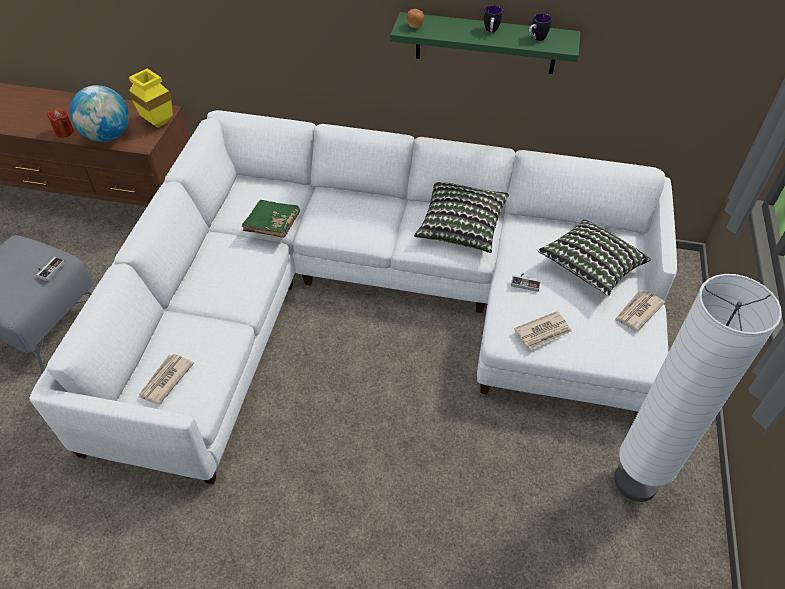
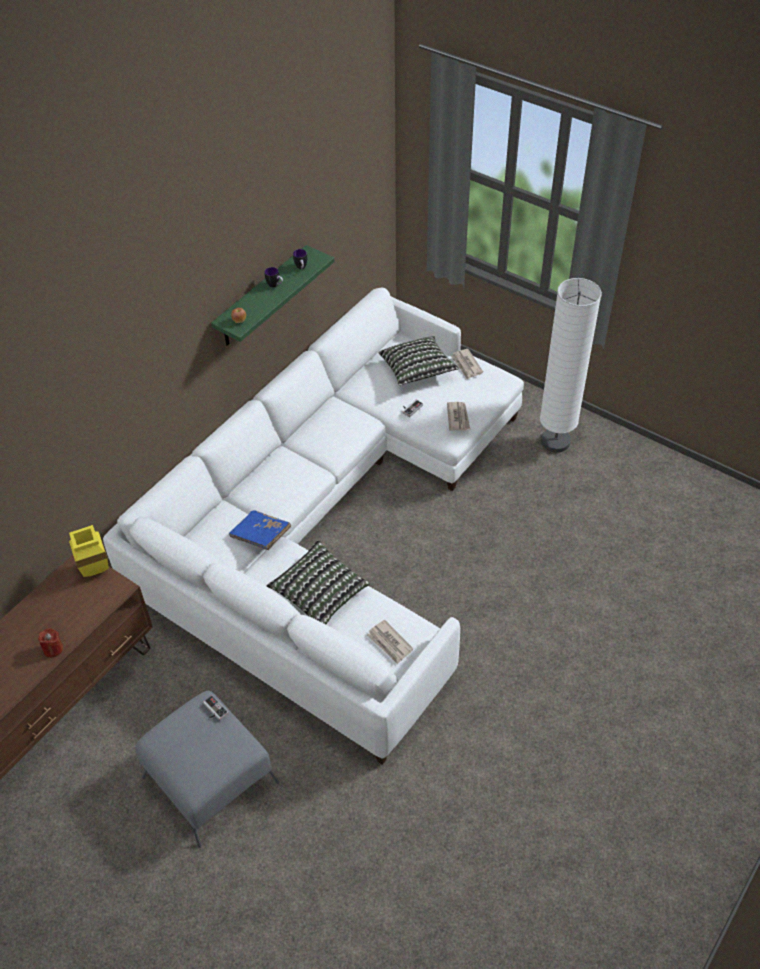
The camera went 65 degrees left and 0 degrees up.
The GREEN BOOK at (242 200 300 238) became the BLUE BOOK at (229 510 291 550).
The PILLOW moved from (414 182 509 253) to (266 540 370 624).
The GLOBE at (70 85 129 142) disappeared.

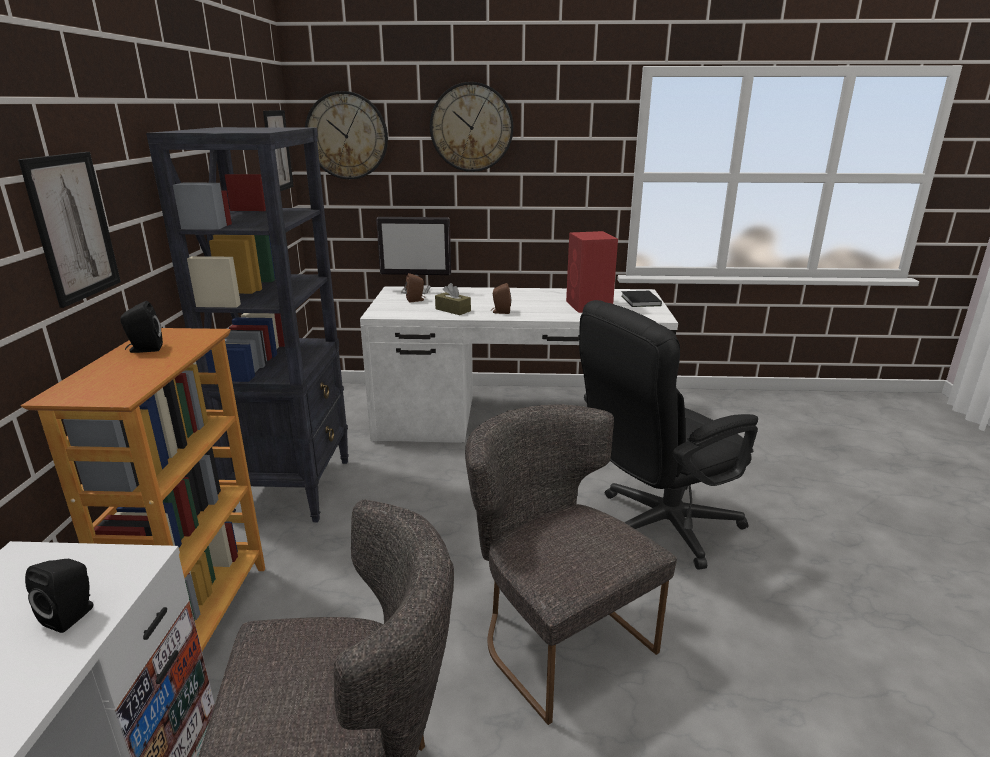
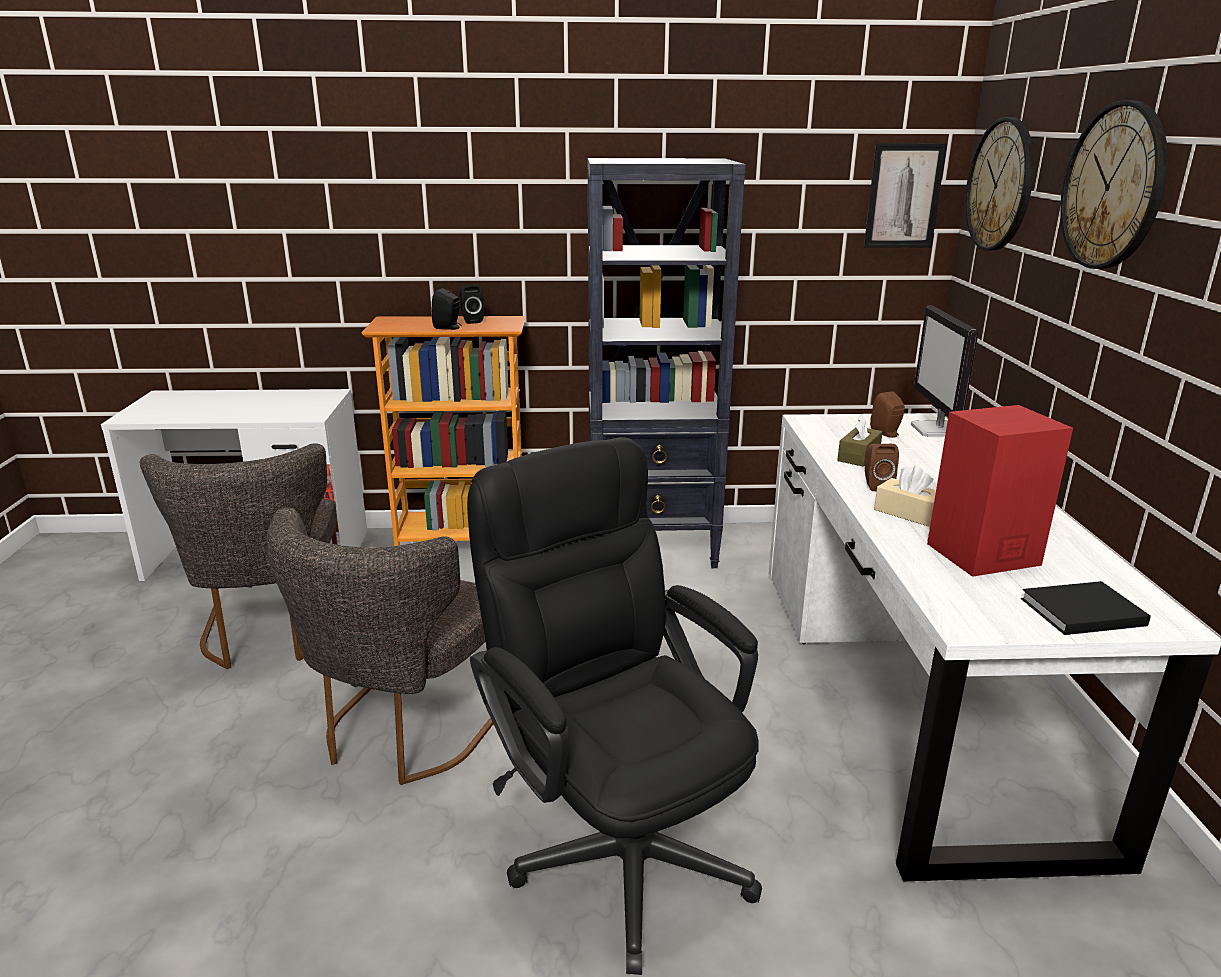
The camera went 85 degrees right and 0 degrees up.
The GREY CHAIR at (465 405 677 725) turned 150 degrees clockwise.
The BLACK SPEAKER moved from (25 559 93 633) to (431 288 462 330).
The BEIGE TISSUE BOX at (874 466 936 527) appeared.
The PICTURE at (18 152 121 308) disappeared.

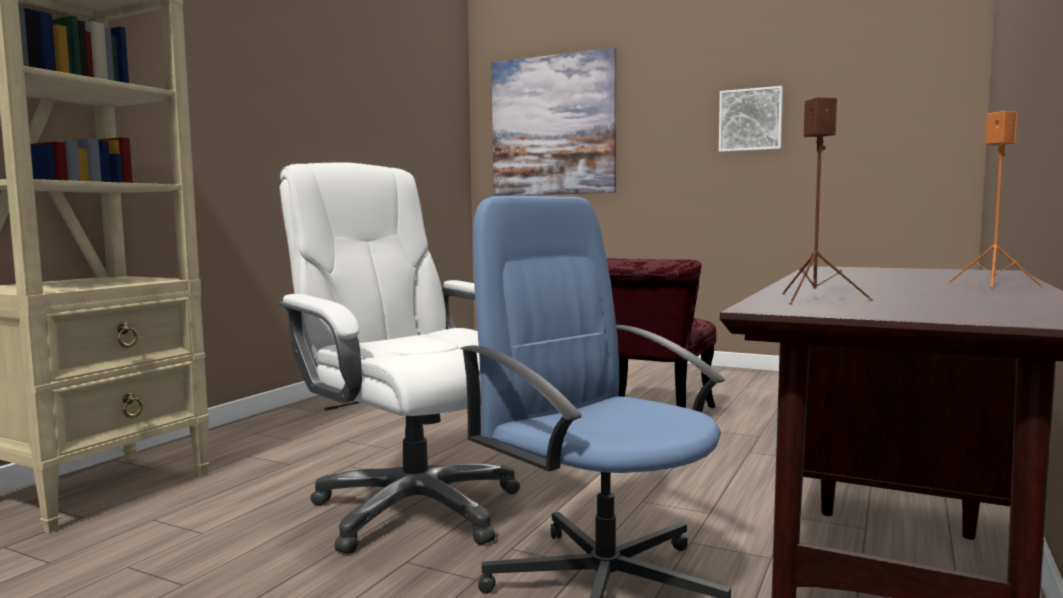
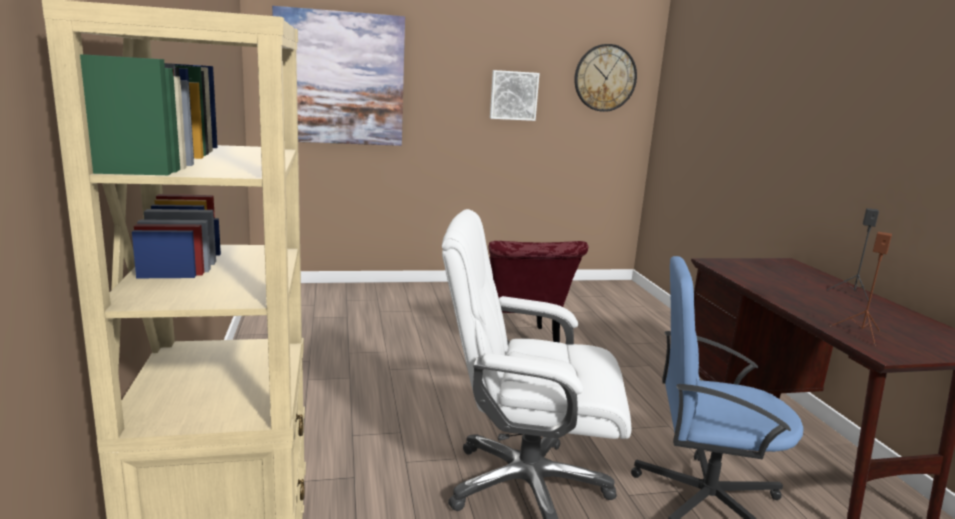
The camera went 40 degrees left and 10 degrees up.
The WALL CLOCK at (574 44 637 112) appeared.
The ORANGE SPEAKER at (948 111 1042 291) became the BLACK SPEAKER at (827 208 879 301).

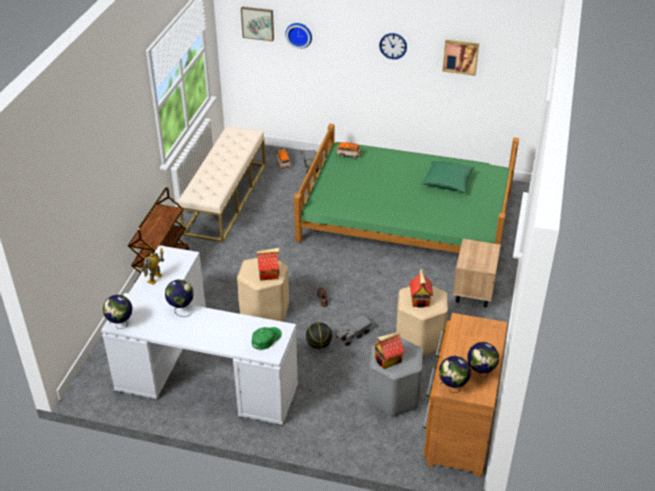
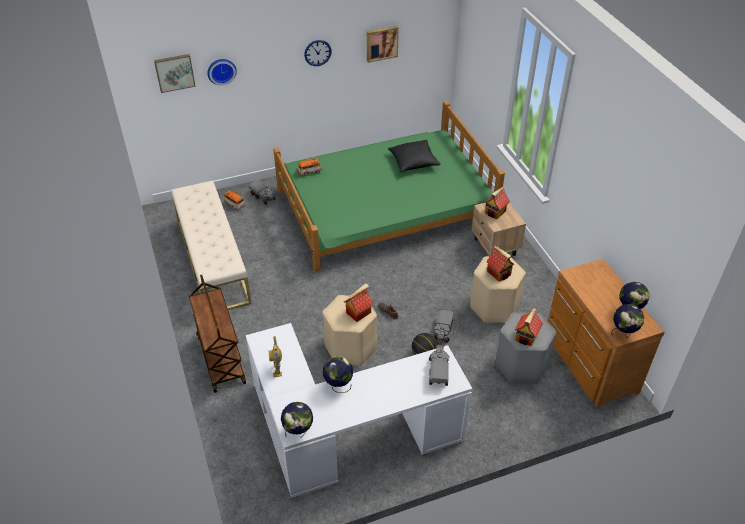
The camera went 35 degrees left and 5 degrees up.
The GREEN PILLOW at (422 161 475 193) became the BLACK PILLOW at (388 140 441 172).
The GREEN CAP at (252 327 282 350) was replaced by the TOY TRUCK at (429 345 449 386).
The TOY HOUSE at (484 186 510 219) appeared.

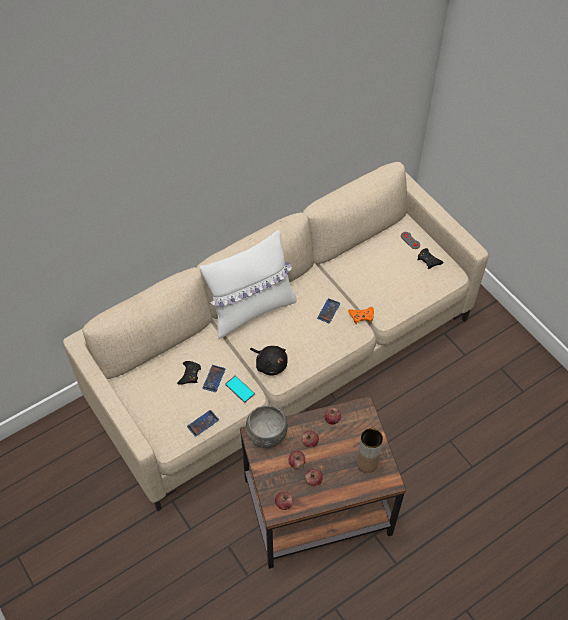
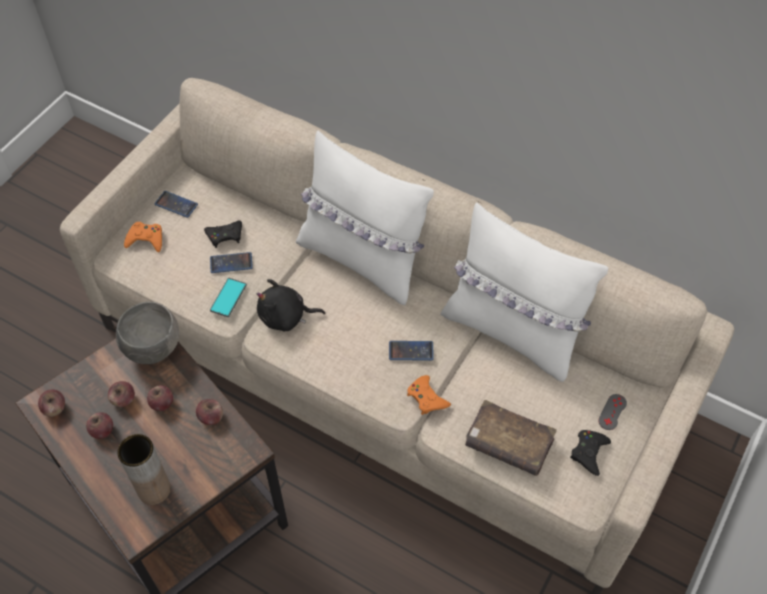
The camera went 65 degrees right and 0 degrees up.
The ORANGE GAME CONTROLLER at (124 222 162 252) appeared.
The PHONE moved from (187 410 219 437) to (154 191 198 218).
The BLACK PLUSH TOY at (250 346 288 376) turned 75 degrees clockwise.
The WHITE PILLOW at (441 203 608 382) appeared.
The BROWN BOOK at (465 400 557 476) appeared.

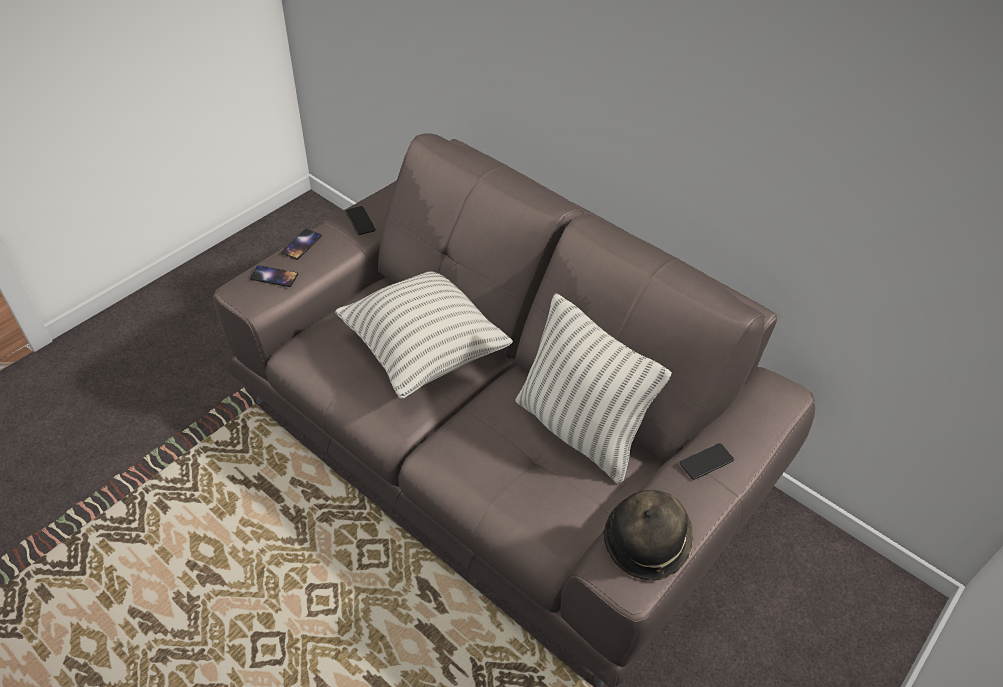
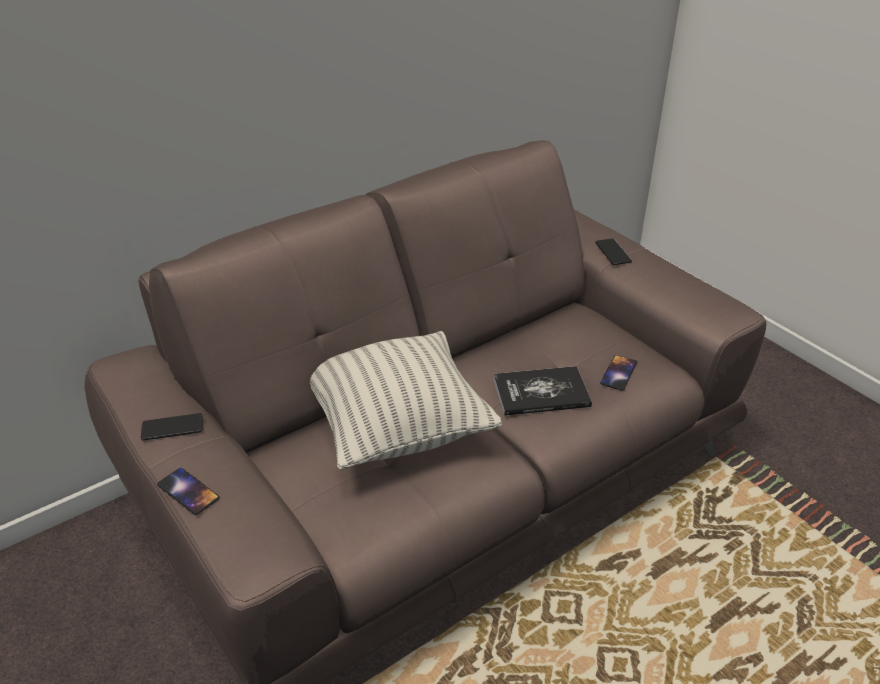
The camera went 75 degrees left and 10 degrees down.
The BOOK at (493 366 592 416) appeared.
The PHONE moved from (250 265 298 287) to (600 355 637 391).
The PILLOW at (515 293 672 484) disappeared.
The HAT at (604 490 693 581) disappeared.

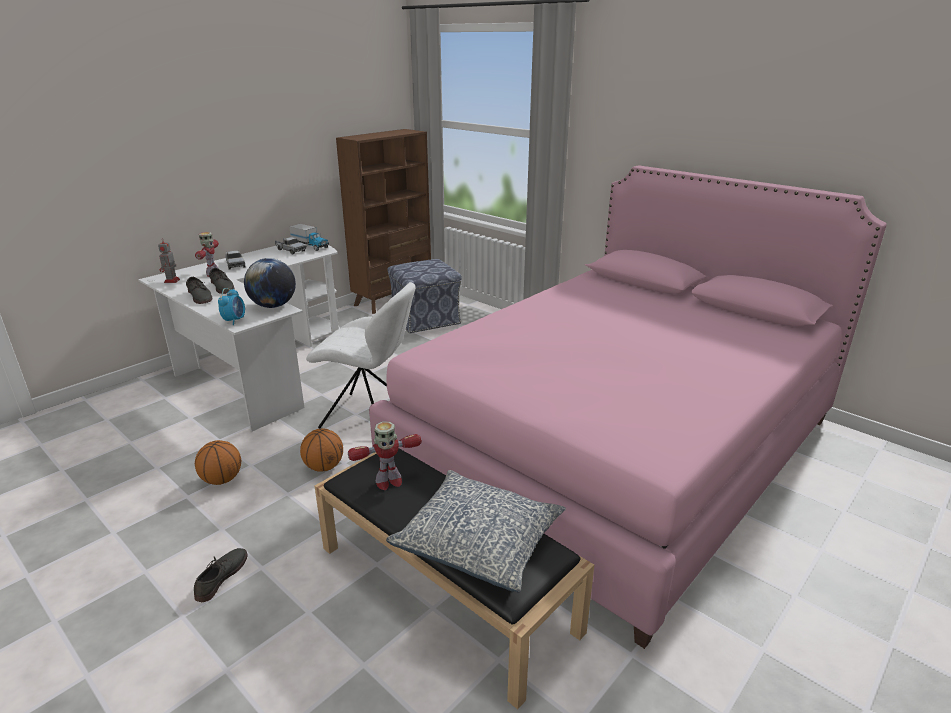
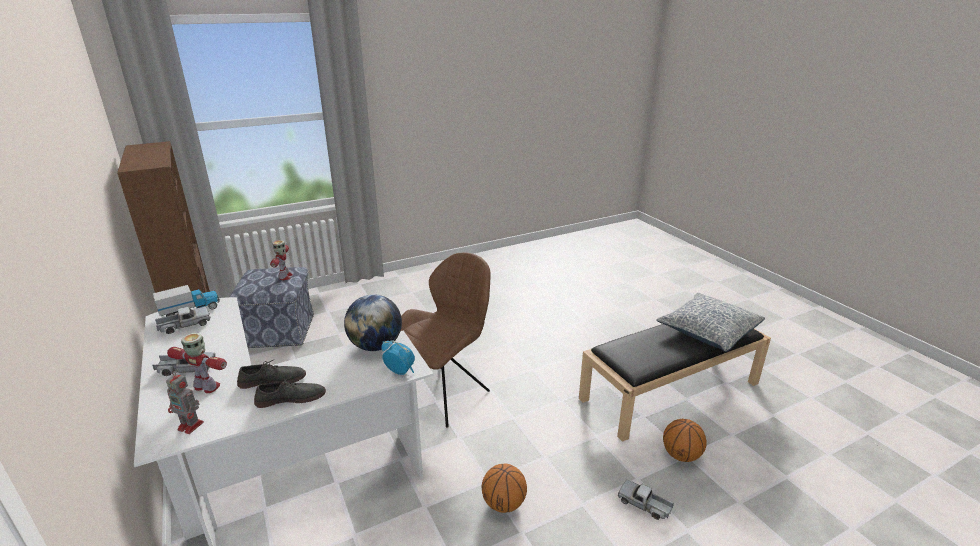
The camera went 70 degrees left and 0 degrees up.
The TOY ROBOT moved from (348 422 422 490) to (270 240 293 280).
The WHITE CHAIR at (306 282 416 429) became the BROWN CHAIR at (401 253 491 427).
The GREY SHOE at (194 548 248 602) was replaced by the TOY TRUCK at (618 480 674 520).
The BASKETBALL moved from (300 428 343 472) to (663 419 707 462).
The PINK BED at (369 166 887 649) disappeared.

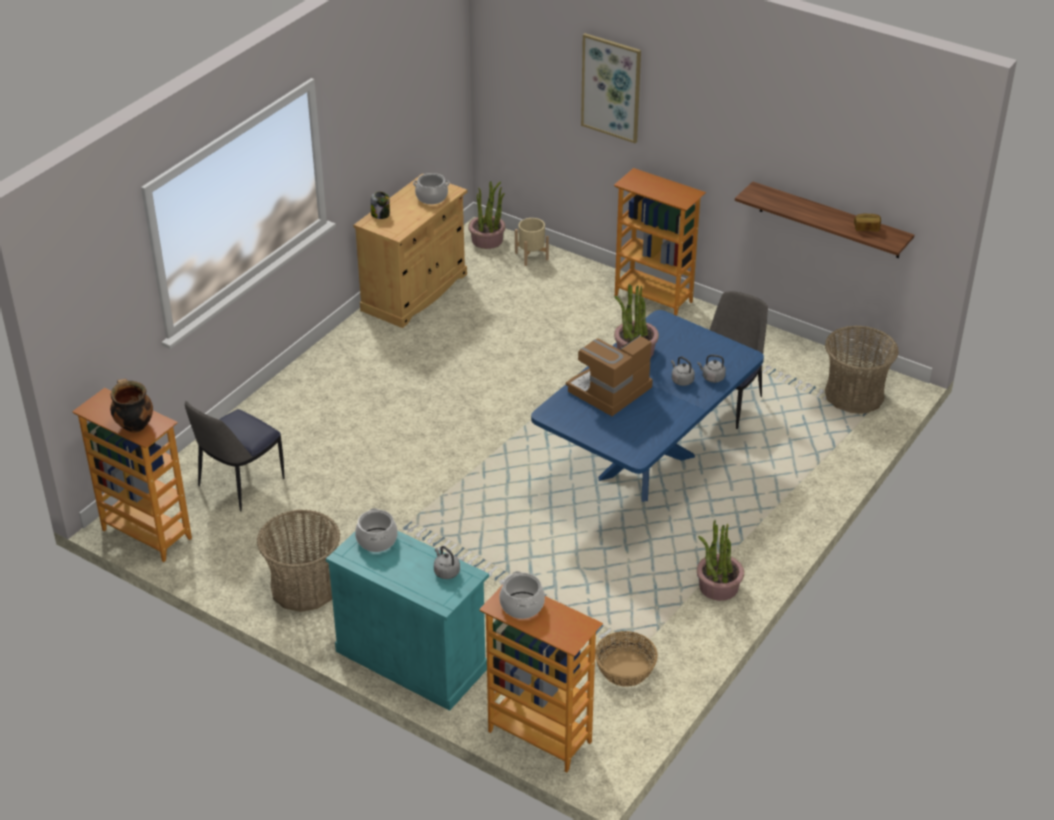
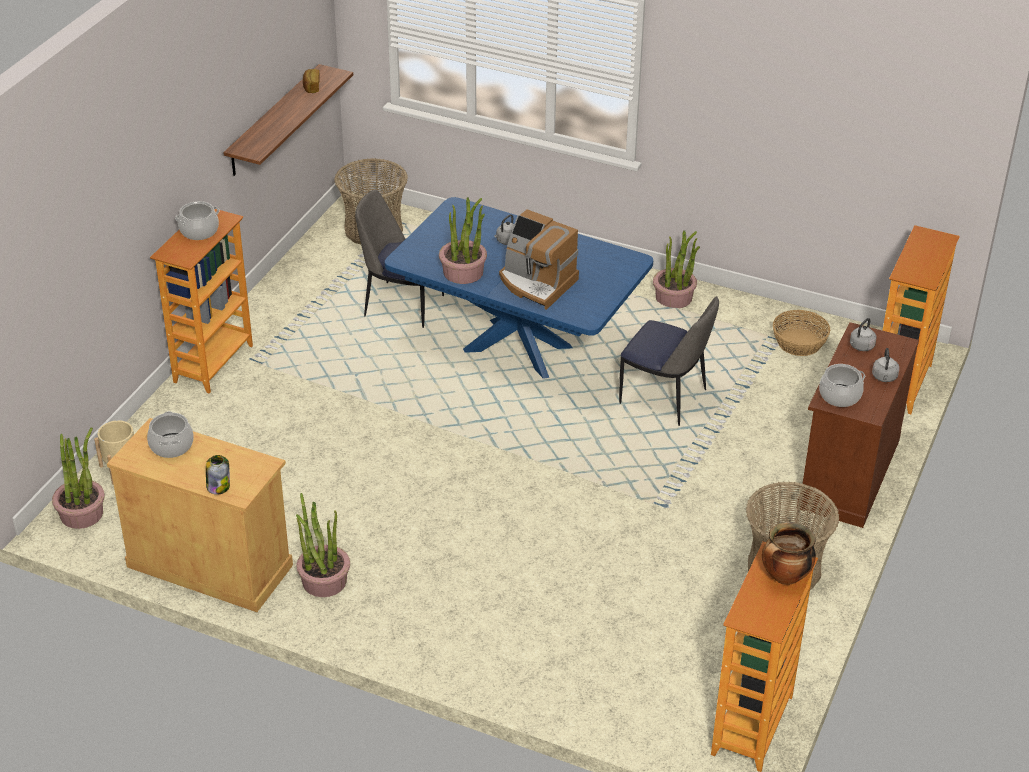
The camera went 100 degrees left and 0 degrees up.
The COOKING POT moved from (499 571 545 619) to (175 201 219 240).
The POTTED PLANT at (296 493 350 597) appeared.
The CHAIR moved from (185 401 284 512) to (619 296 719 426).
The TURQUOISE CABINET at (326 531 489 711) became the BROWN CABINET at (798 322 919 528).
The GREY KETTLE moved from (697 354 726 383) to (872 348 900 382).
The PICTURE at (581 33 641 143) disappeared.

